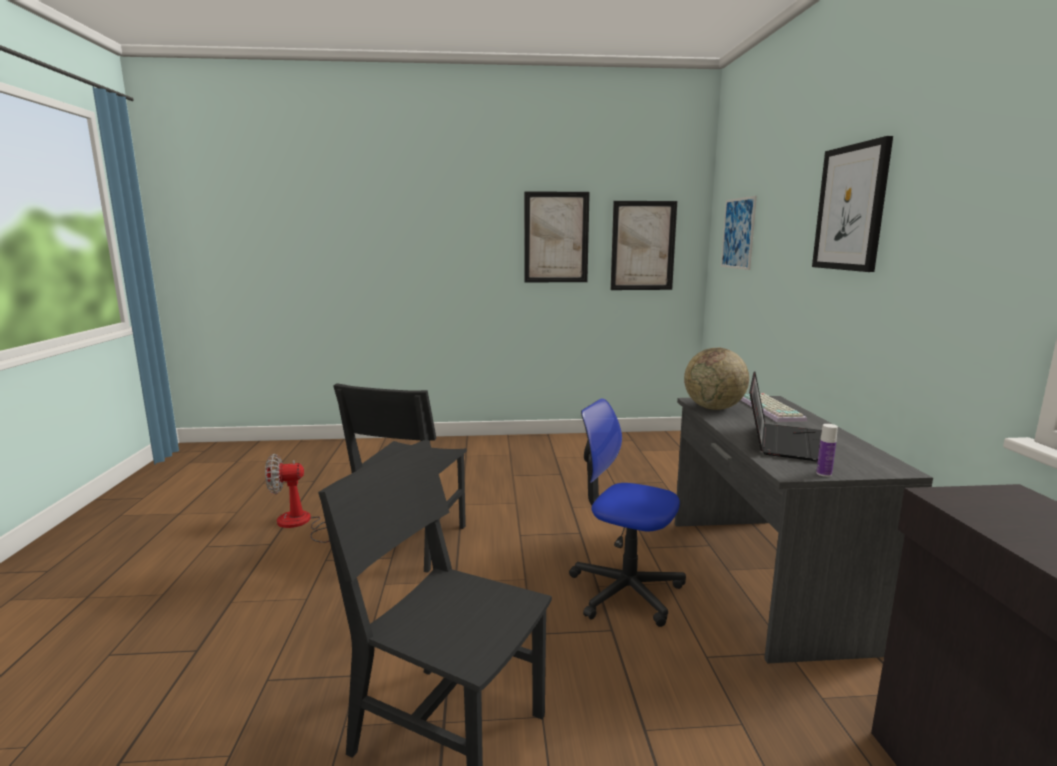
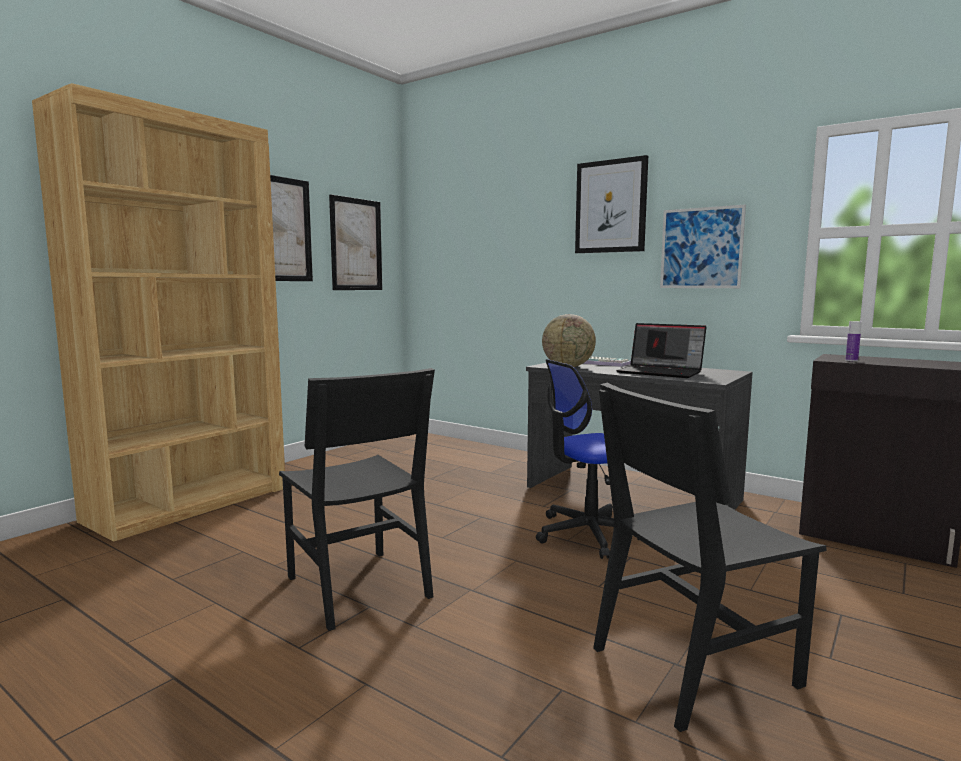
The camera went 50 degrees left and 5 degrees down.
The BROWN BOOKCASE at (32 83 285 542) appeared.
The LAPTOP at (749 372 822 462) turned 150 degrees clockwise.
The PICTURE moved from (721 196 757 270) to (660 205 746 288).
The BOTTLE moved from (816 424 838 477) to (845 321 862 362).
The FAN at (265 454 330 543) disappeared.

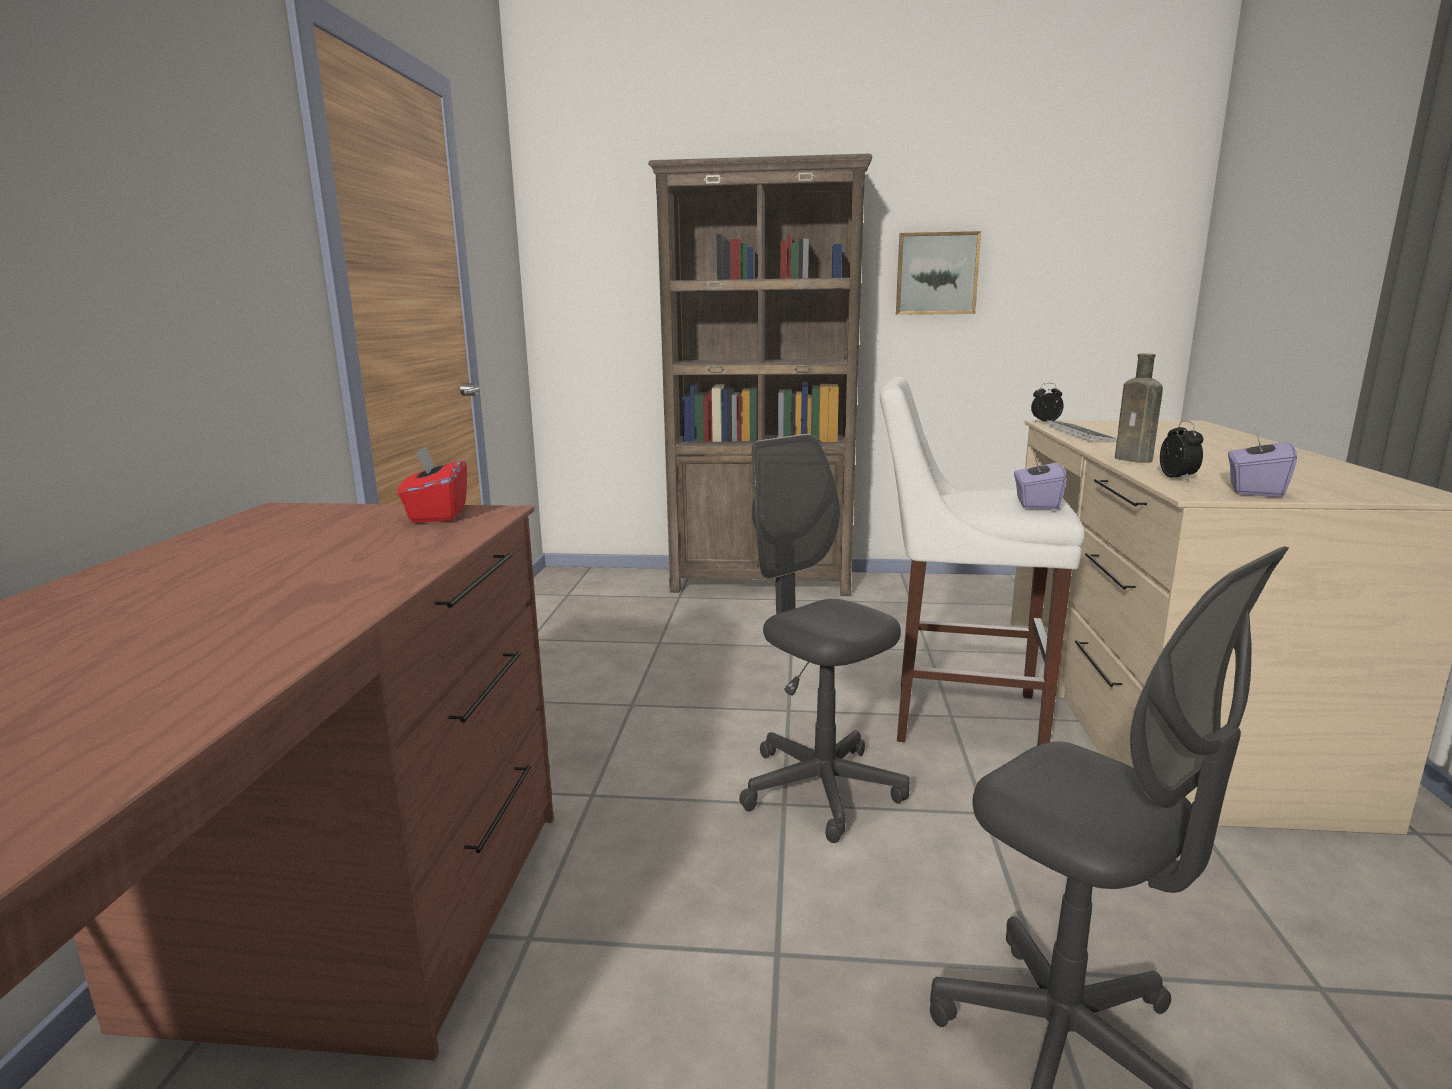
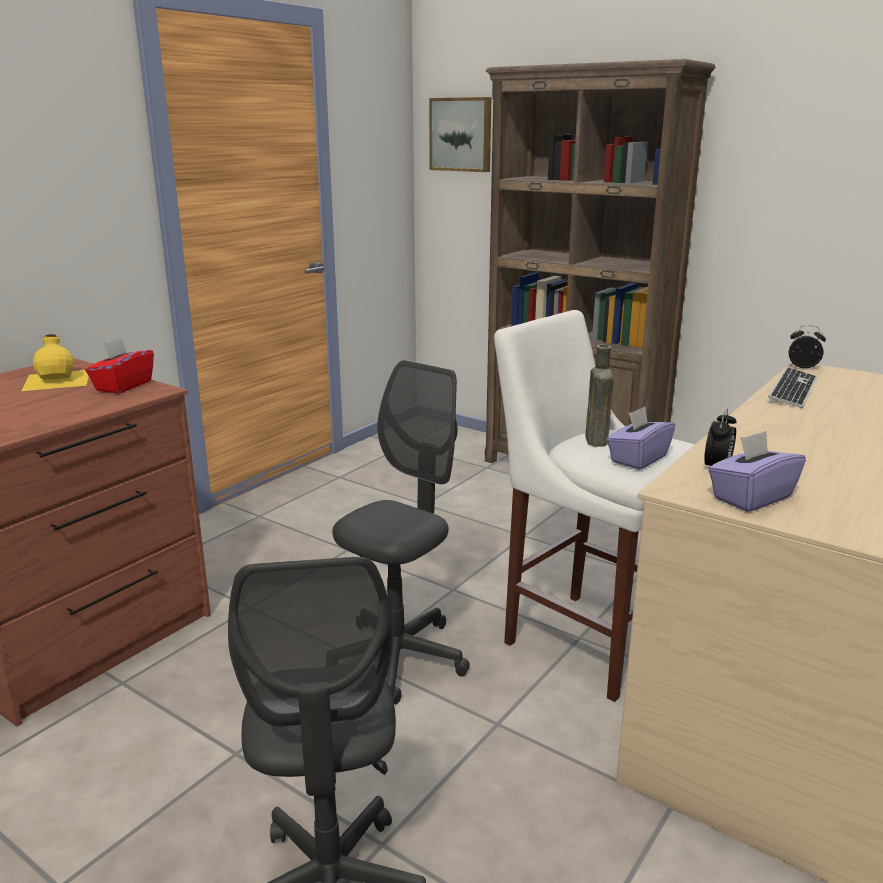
The camera went 30 degrees right and 5 degrees up.
The YELLOW BOTTLE at (22 334 89 391) appeared.
The GREY OFFICE CHAIR at (739 434 910 843) turned 45 degrees clockwise.
The PICTURE moved from (896 231 981 315) to (429 97 491 172).
The BROWN BOTTLE moved from (1115 353 1163 463) to (585 344 614 447).

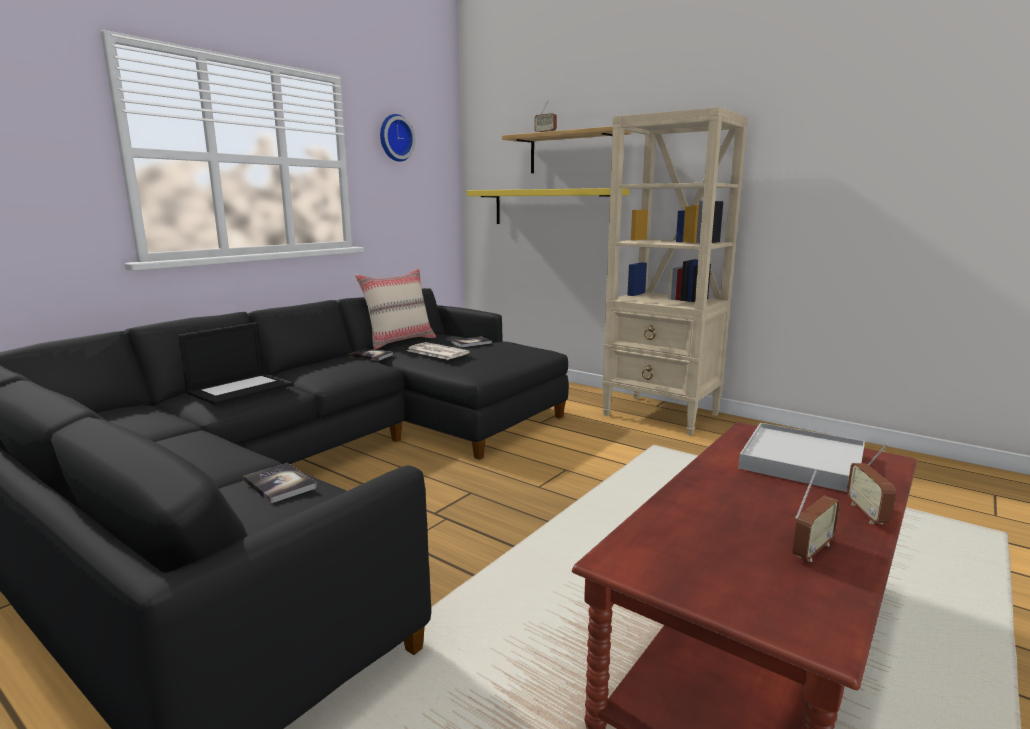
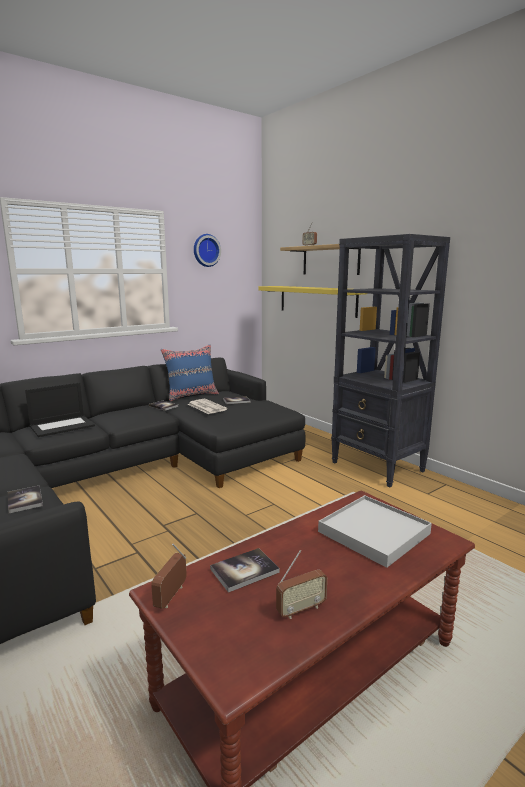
The camera went 15 degrees right and 0 degrees up.
The RADIO moved from (847 443 896 525) to (151 544 187 609).
The BEIGE PILLOW at (355 268 436 350) became the BLUE PILLOW at (161 344 219 401).
The BOOK at (210 548 280 593) appeared.
The BEIGE BOOKCASE at (602 107 748 436) became the BLACK BOOKCASE at (331 234 450 487).

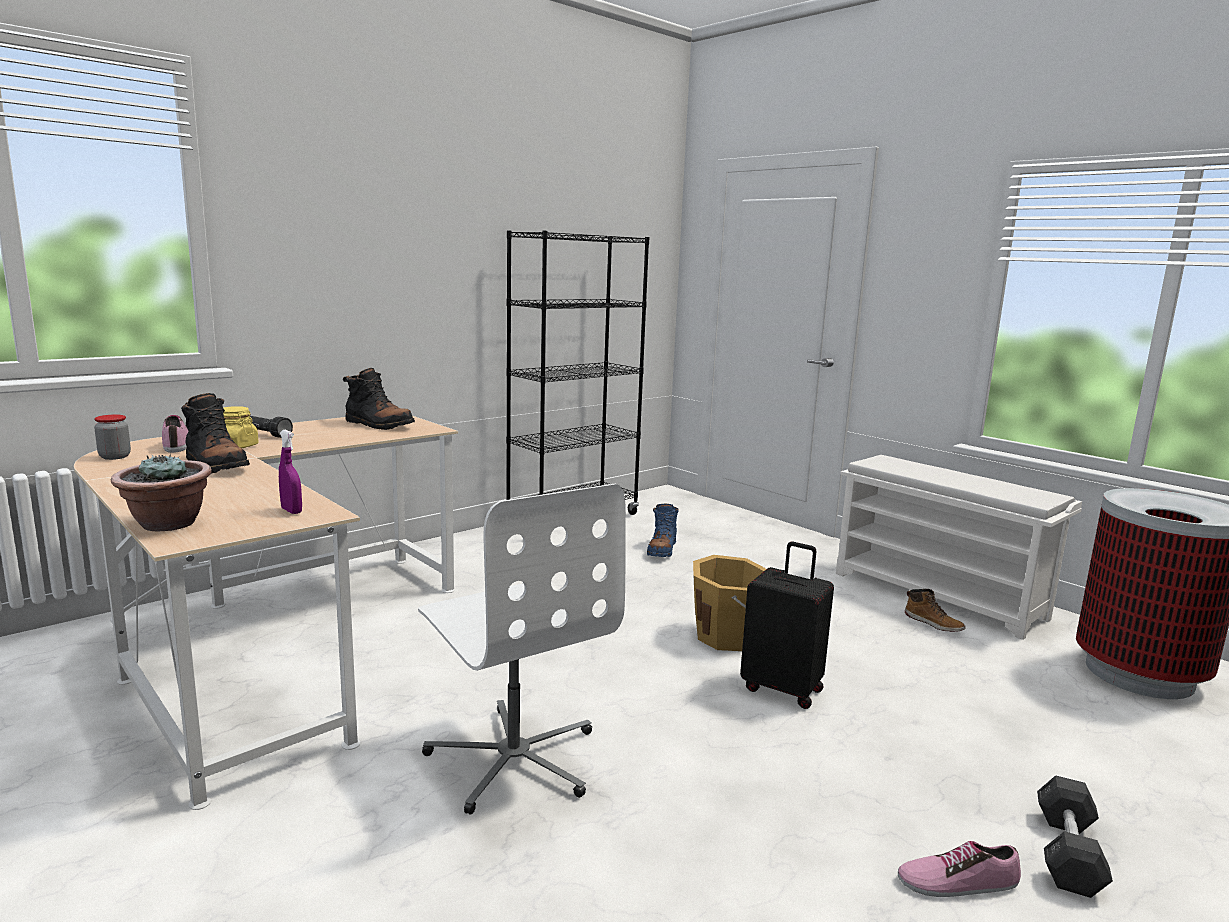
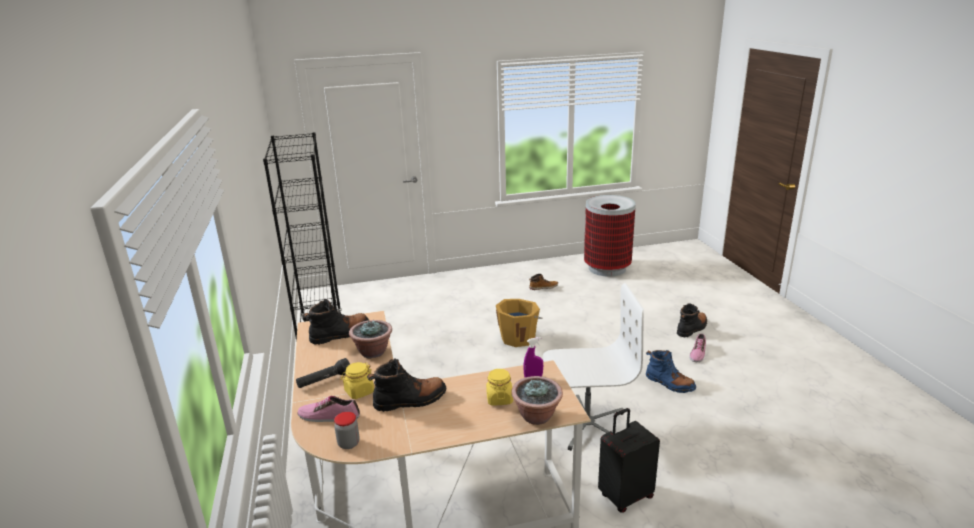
The camera went 60 degrees left and 10 degrees up.
The POTTED PLANT at (349 320 392 359) appeared.
The YELLOW JAR at (486 368 513 405) appeared.
The BLACK SUITCASE moved from (740 541 834 709) to (598 408 660 513).
The BLUE BOOT moved from (647 504 678 557) to (646 350 696 393).
The GREY DUMBBELL at (1037 775 1113 898) was replaced by the BLACK BOOT at (677 304 707 338).
The WHITE SHOE RACK at (836 455 1082 640) disappeared.

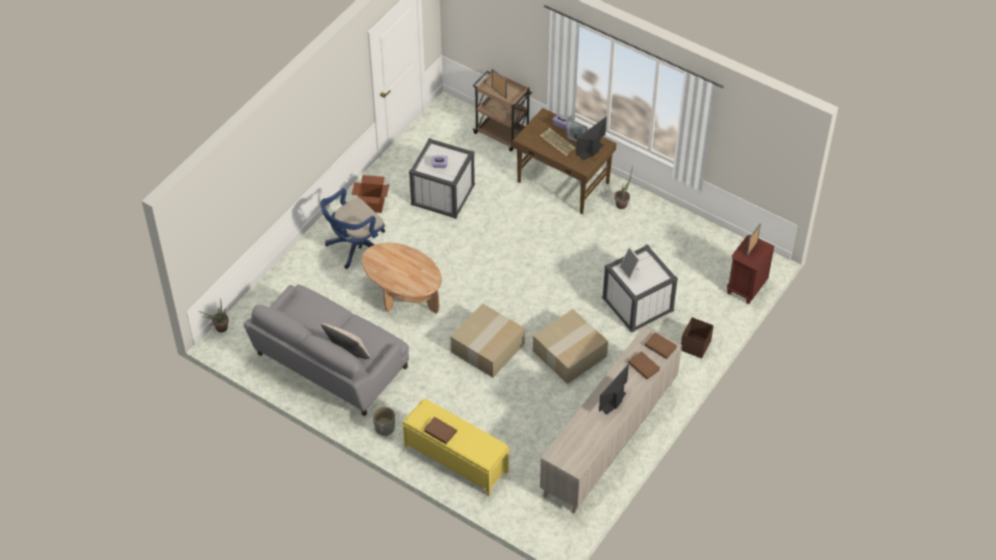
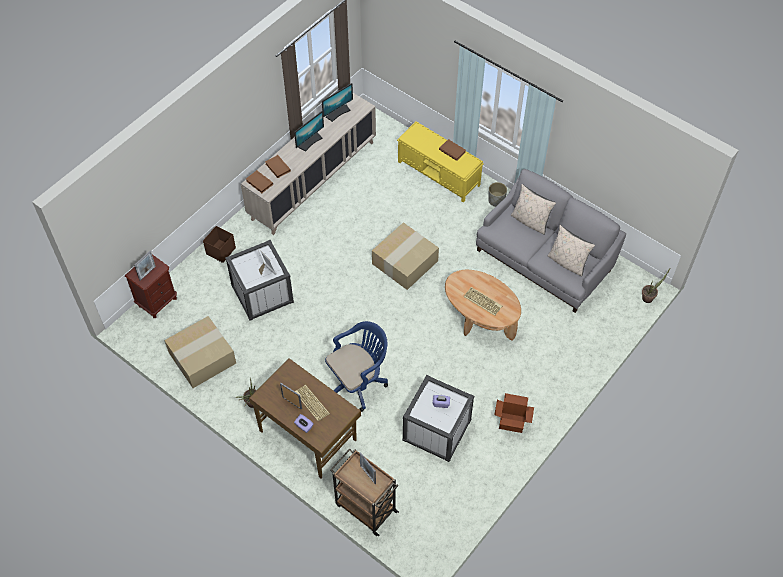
The camera went 175 degrees left and 5 degrees up.
The CARDBOARD BOX moved from (533 309 608 384) to (164 316 236 388).
The MONITOR moved from (576 117 607 160) to (322 83 353 122).
The BLUE OFFICE CHAIR moved from (320 188 385 269) to (325 321 388 412).
The KEYBOARD at (464 287 502 316) appeared.
The BEIGE PILLOW at (548 225 595 277) appeared.

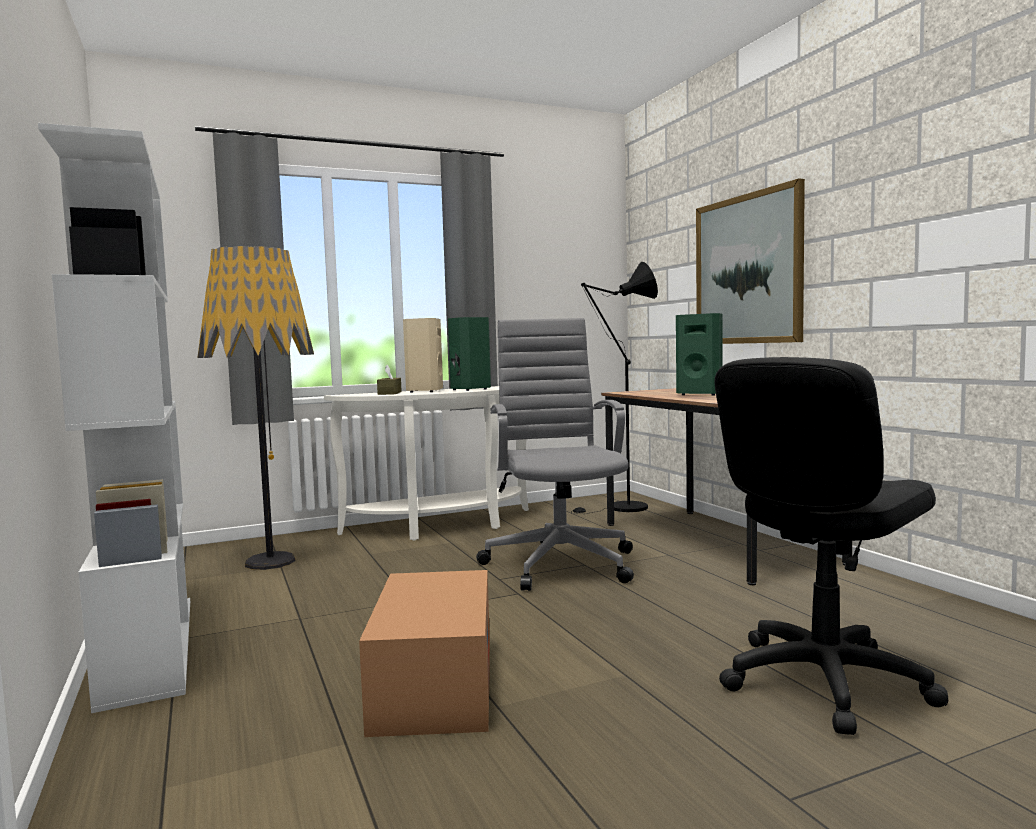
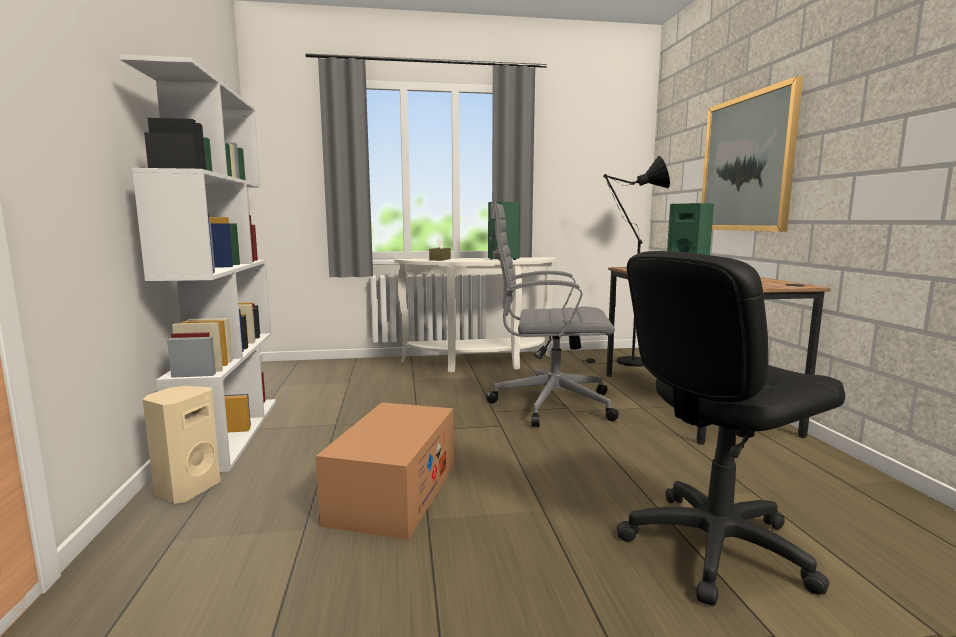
The camera went 15 degrees right and 5 degrees up.
The BEIGE SPEAKER moved from (403 318 443 393) to (143 386 221 504).
The GREY OFFICE CHAIR at (476 318 634 591) turned 90 degrees counterclockwise.
The FLOOR LAMP at (197 246 314 570) disappeared.

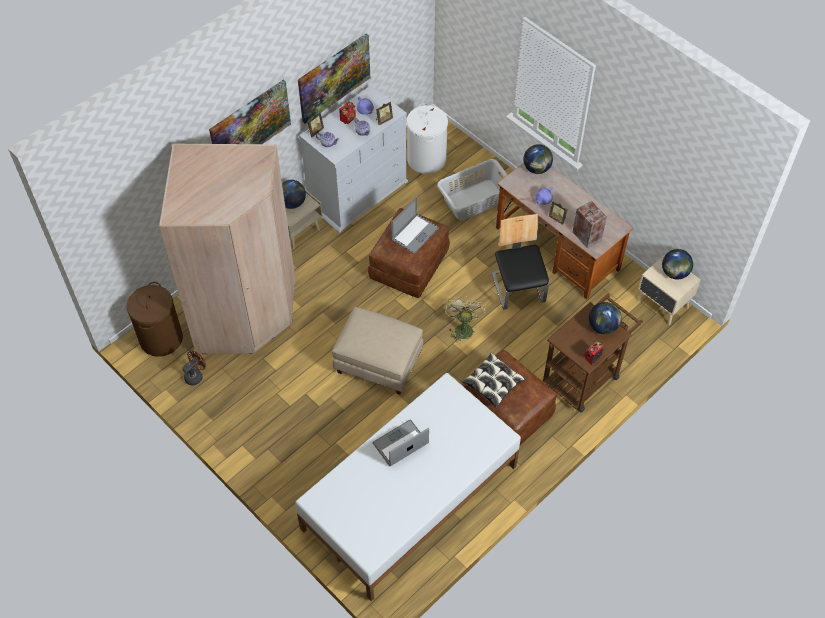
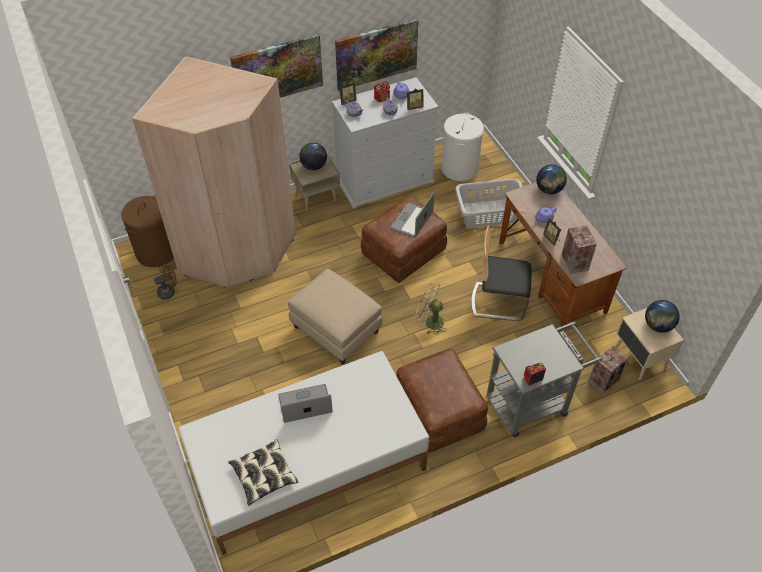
The camera went 20 degrees right and 5 degrees down.
The PILLOW moved from (462 353 526 408) to (228 439 298 506).
The LAPTOP at (391 197 439 254) turned 150 degrees clockwise.
The BEIGE FAN at (445 297 486 344) turned 90 degrees counterclockwise.
The CHAIR at (492 214 549 310) turned 90 degrees counterclockwise.
The BROWN CART at (543 294 643 413) became the GREY CART at (486 322 602 437).
The SPEAKER at (588 346 628 393) appeared.
The GLOBE at (589 302 622 334) disappeared.

